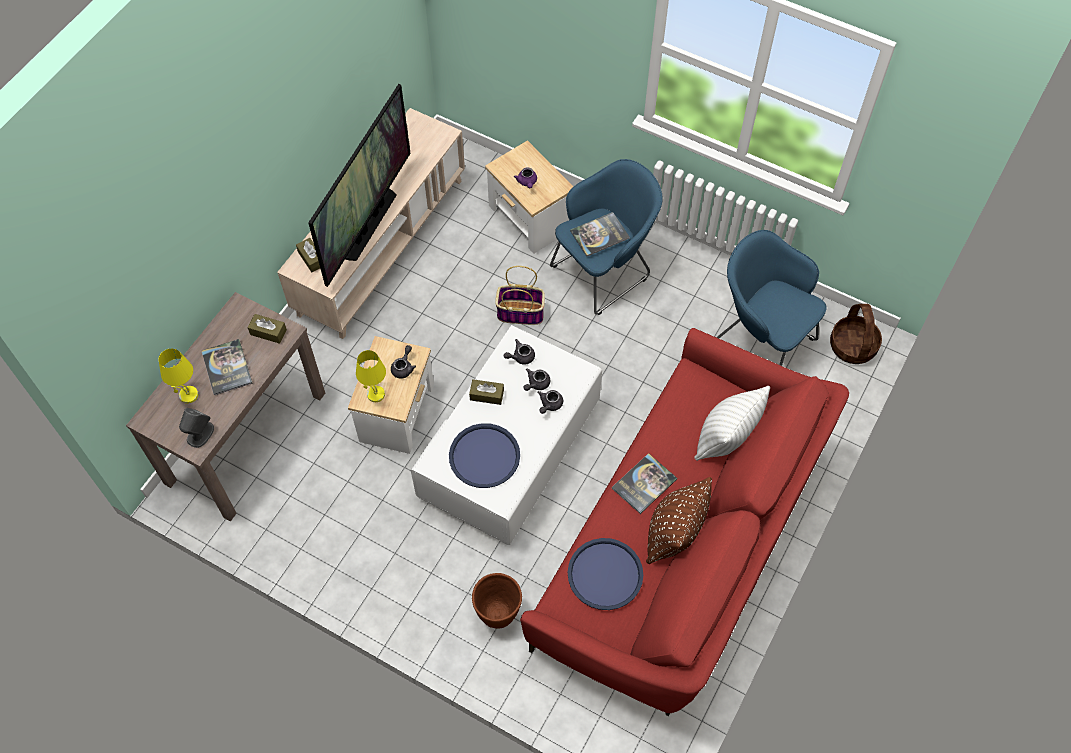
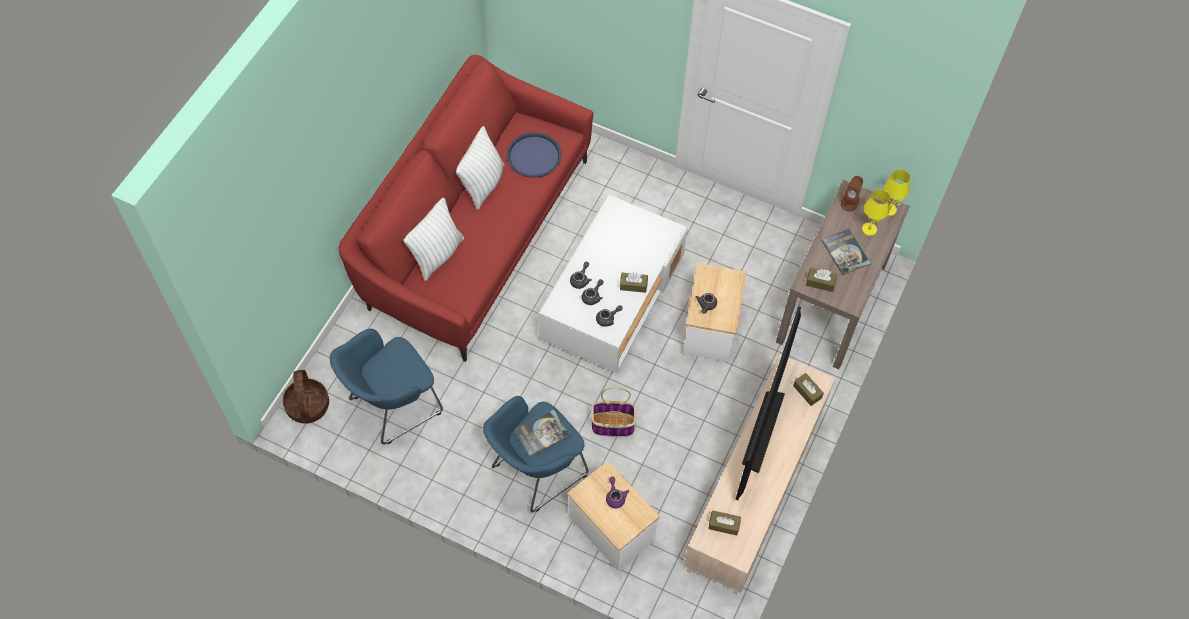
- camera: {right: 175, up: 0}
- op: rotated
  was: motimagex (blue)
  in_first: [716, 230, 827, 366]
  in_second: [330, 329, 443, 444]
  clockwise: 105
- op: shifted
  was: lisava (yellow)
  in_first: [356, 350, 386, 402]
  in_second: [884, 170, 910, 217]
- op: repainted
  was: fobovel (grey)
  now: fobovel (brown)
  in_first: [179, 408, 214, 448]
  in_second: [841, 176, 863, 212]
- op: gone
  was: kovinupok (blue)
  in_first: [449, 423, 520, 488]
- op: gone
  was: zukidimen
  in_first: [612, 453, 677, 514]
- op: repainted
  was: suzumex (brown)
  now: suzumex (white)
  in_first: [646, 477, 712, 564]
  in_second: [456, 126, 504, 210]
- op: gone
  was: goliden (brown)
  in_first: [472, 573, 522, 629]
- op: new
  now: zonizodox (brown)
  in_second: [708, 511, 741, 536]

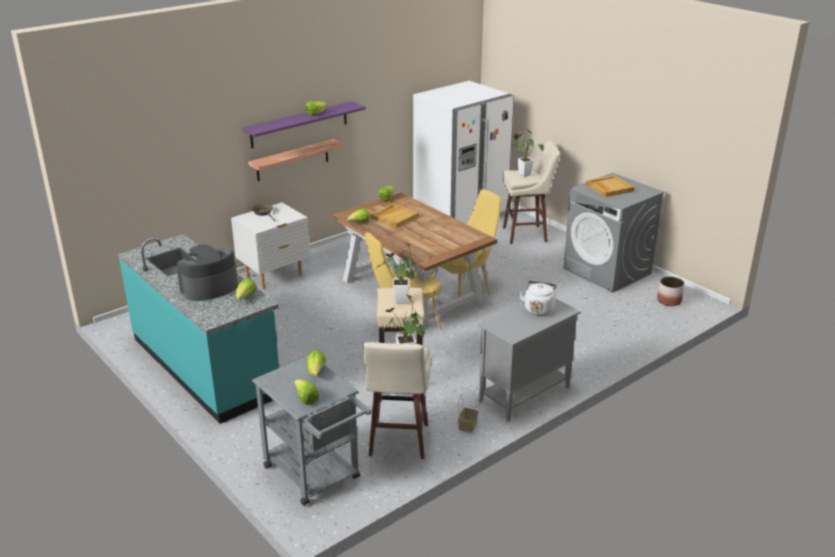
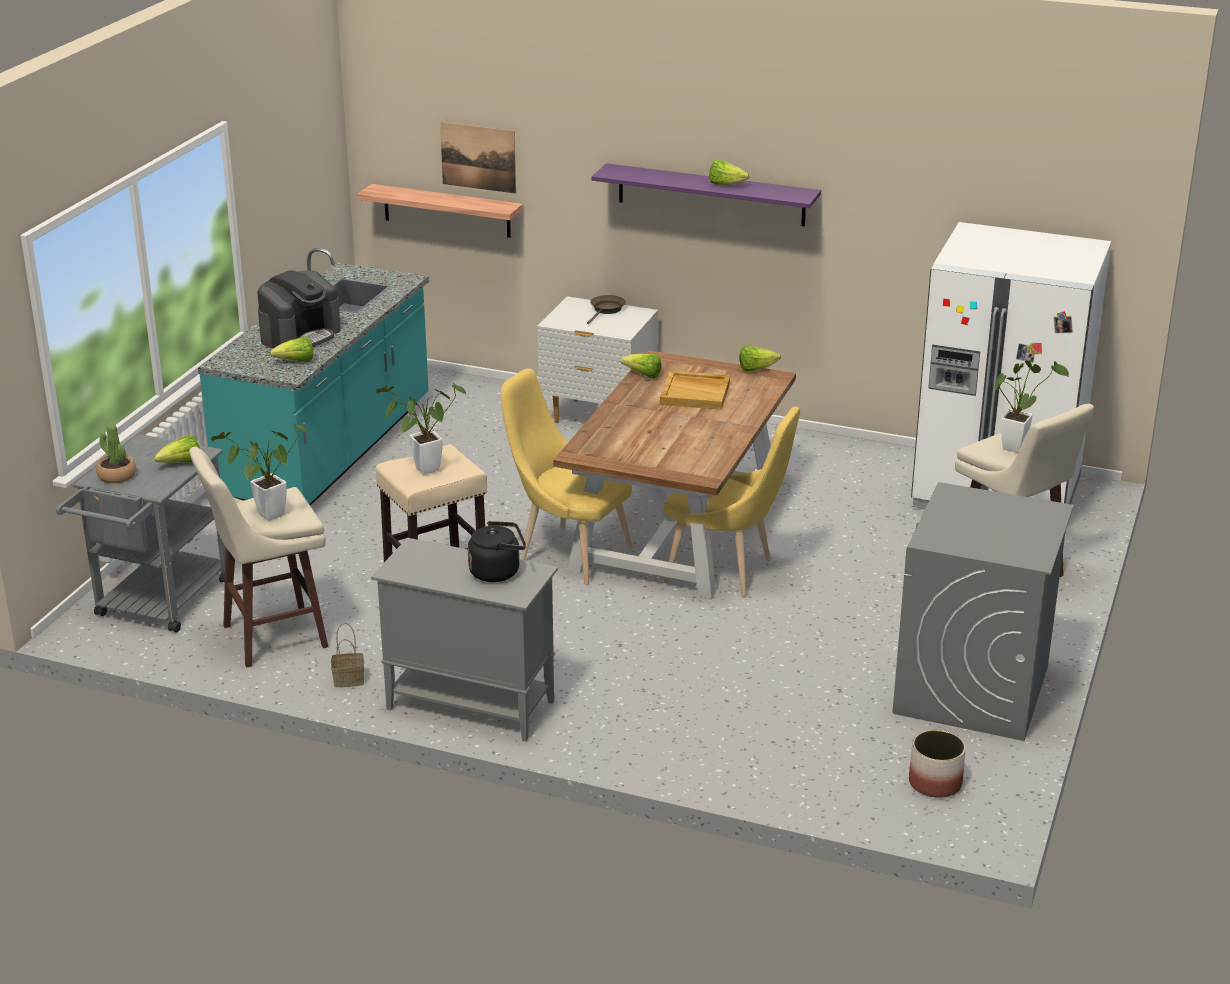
- camera: {right: 60, up: 0}
- op: shifted
  was: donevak
  in_first: [248, 139, 344, 181]
  in_second: [357, 184, 523, 238]
- op: gone
  was: kovinupok (beige)
  in_first: [586, 175, 635, 197]
- op: rotated
  was: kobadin
  in_first: [177, 244, 238, 301]
  in_second: [257, 270, 341, 348]
  clockwise: 105
- op: repainted
  was: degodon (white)
  now: degodon (black)
  in_first: [519, 281, 557, 316]
  in_second: [468, 521, 526, 582]
- op: swapped
  was: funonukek
  now: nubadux
  in_first: [294, 380, 319, 405]
  in_second: [96, 424, 136, 483]
- op: new
  now: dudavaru
  in_second: [440, 122, 516, 194]

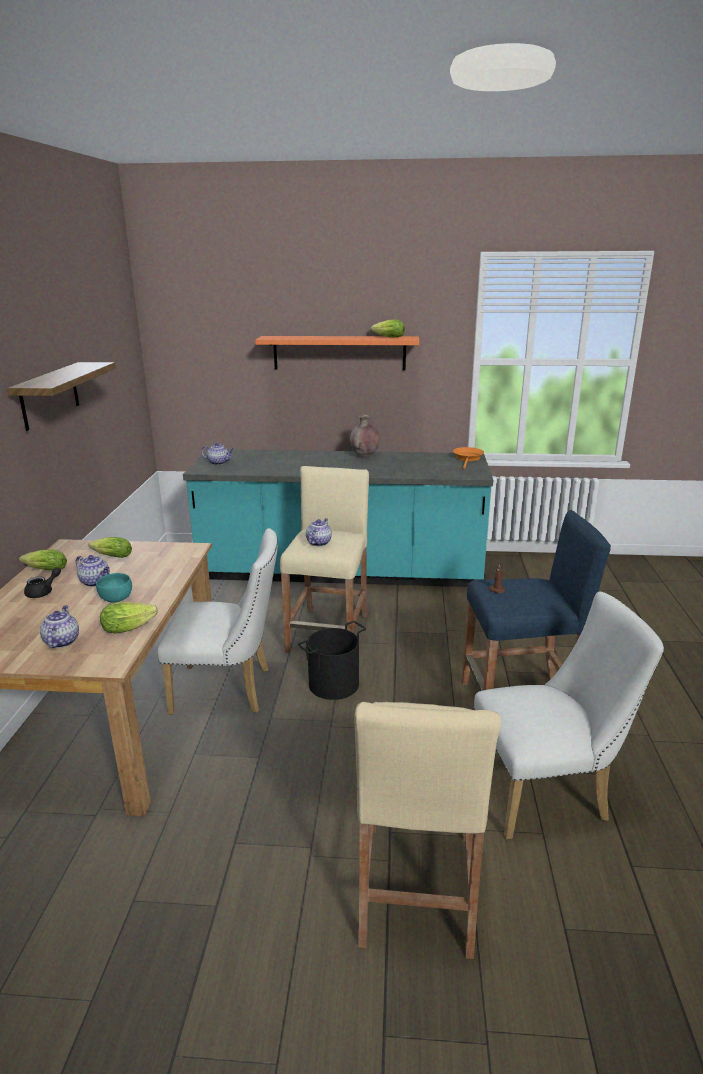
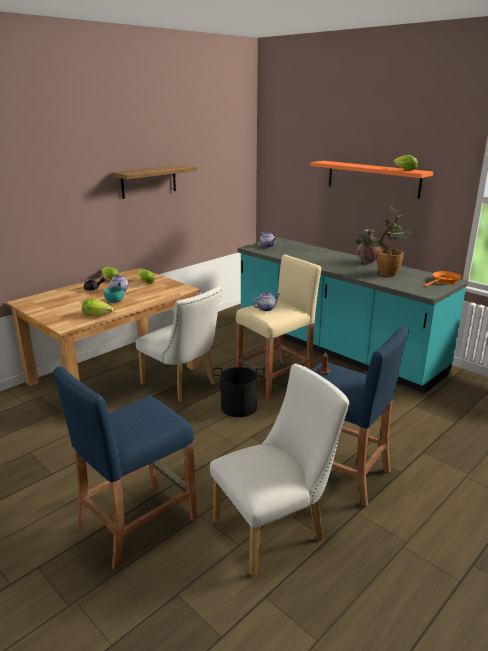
- camera: {right: 40, up: 0}
- op: rotated
  was: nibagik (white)
  in_first: [474, 591, 664, 839]
  in_second: [210, 364, 349, 576]
  clockwise: -60
- op: gone
  was: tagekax
  in_first: [40, 605, 79, 648]
- op: repainted
  was: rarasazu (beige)
  now: rarasazu (blue)
  in_first: [354, 702, 501, 959]
  in_second: [53, 366, 197, 570]
- op: new
  now: nubadux
  in_second: [355, 203, 411, 276]

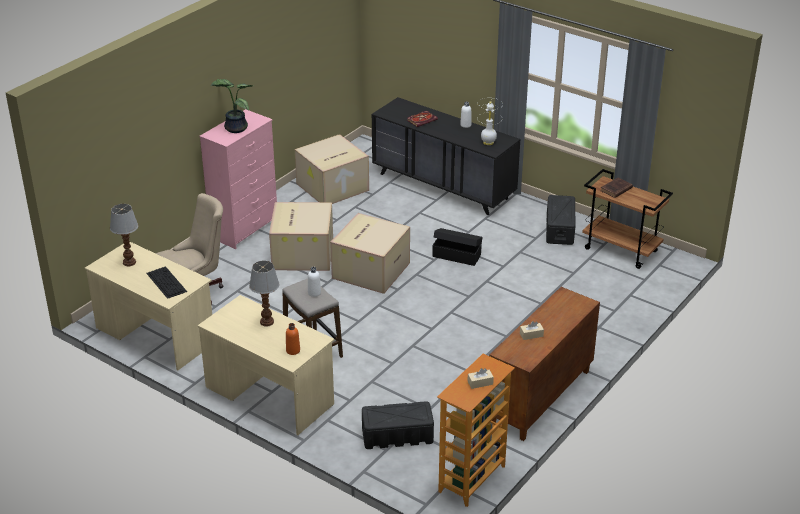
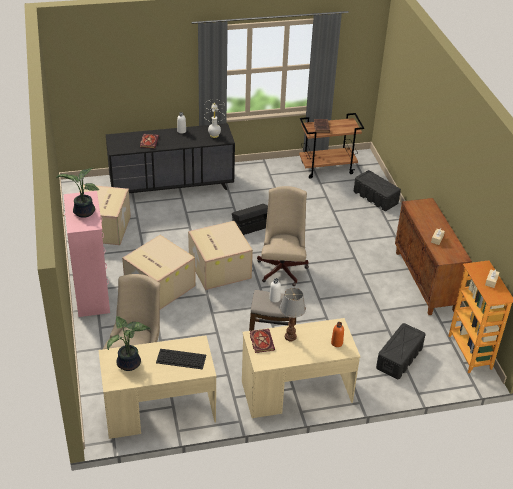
- camera: {right: -50, up: 5}
- op: shifted
  was: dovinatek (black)
  in_first: [546, 195, 576, 245]
  in_second: [354, 170, 401, 211]
- op: swapped
  was: lisava
  now: nubadux
  in_first: [110, 204, 138, 266]
  in_second: [107, 316, 151, 371]
- op: new
  now: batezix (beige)
  in_second: [257, 186, 309, 286]
- op: new
  now: zukidimen
  in_second: [250, 329, 275, 353]

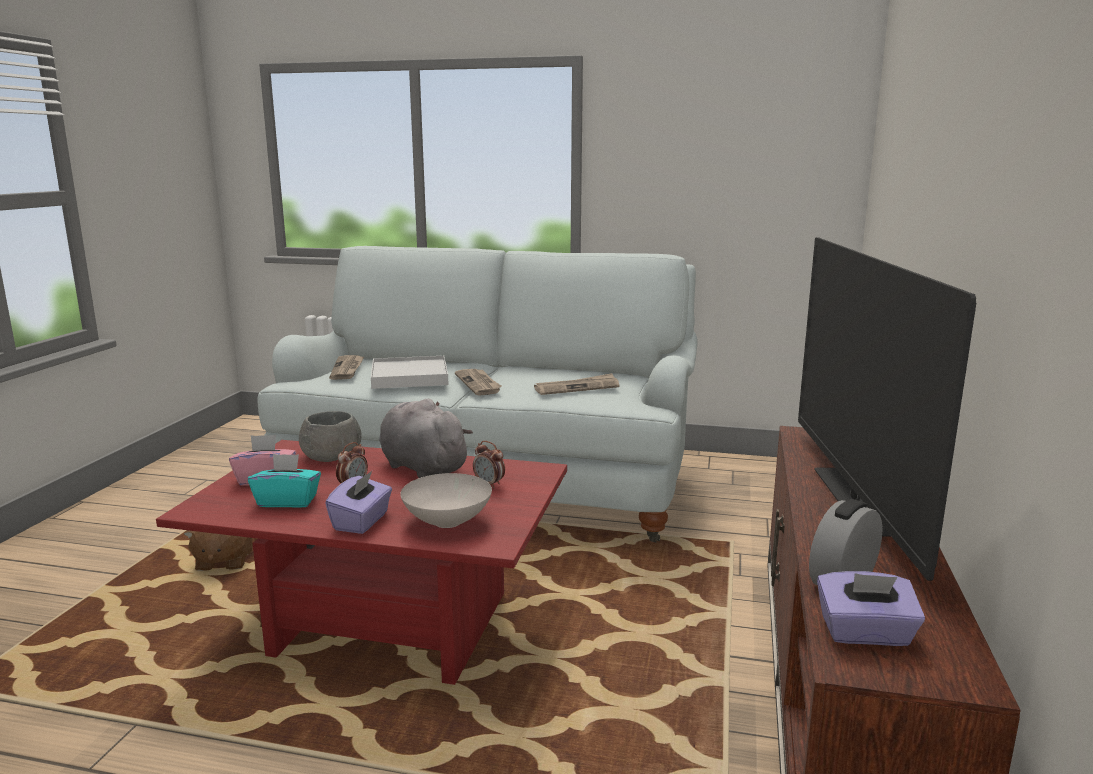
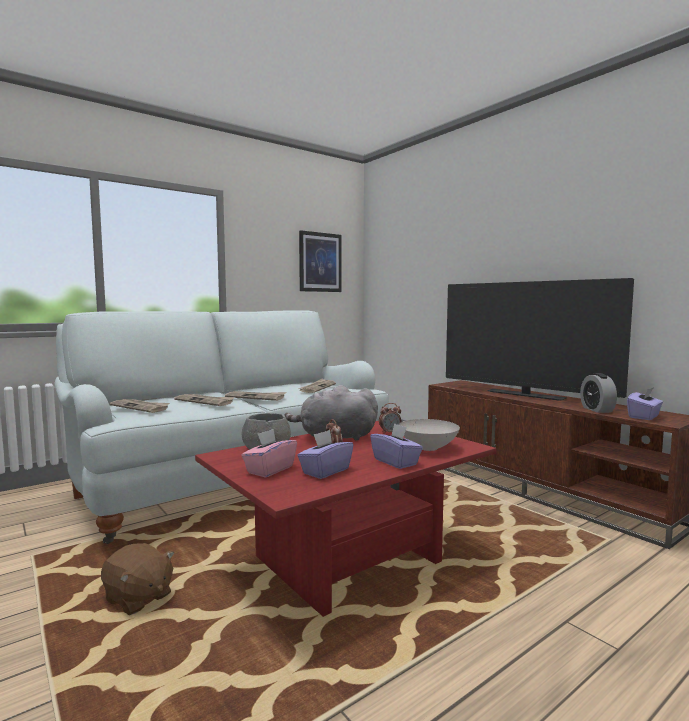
- camera: {right: -50, up: -10}
- op: swapped
  was: kovinupok (white)
  now: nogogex
  in_first: [371, 356, 449, 389]
  in_second: [174, 394, 235, 406]
- op: repainted
  was: zonizodox (turquoise)
  now: zonizodox (purple)
  in_first: [248, 454, 321, 508]
  in_second: [297, 430, 353, 479]
- op: new
  now: dudavaru
  in_second: [299, 230, 342, 292]

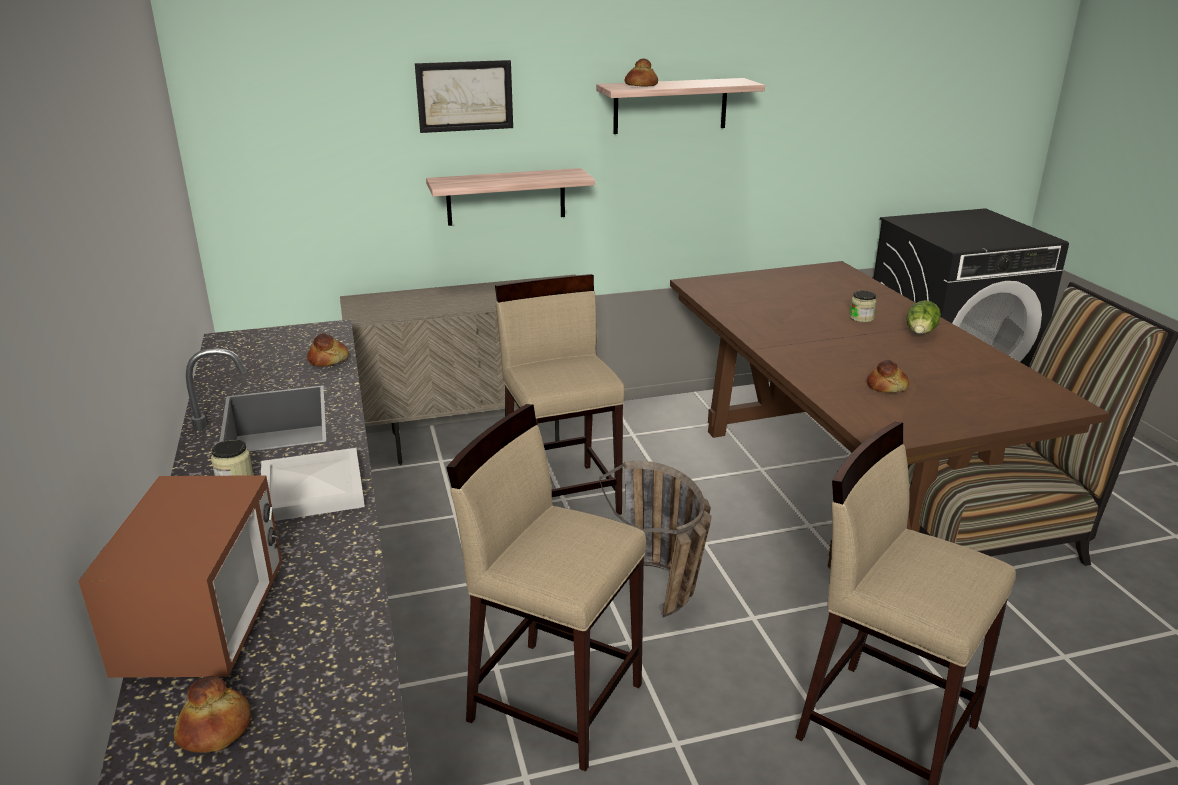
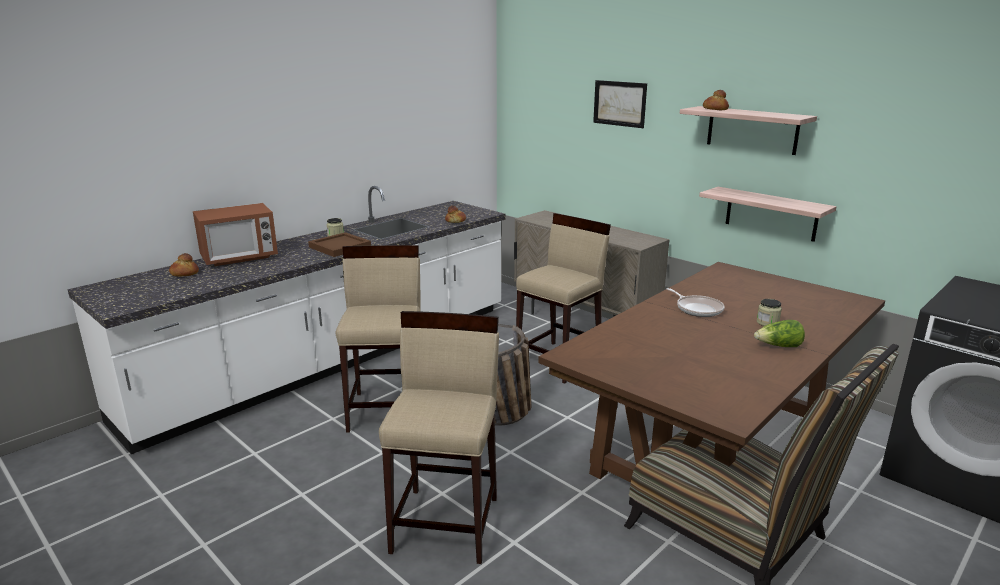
- camera: {right: 60, up: -5}
- op: shifted
  was: donevak
  in_first: [426, 168, 595, 226]
  in_second: [699, 187, 837, 242]
- op: gone
  was: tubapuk
  in_first: [867, 360, 909, 393]
- op: repainted
  was: kovinupok (white)
  now: kovinupok (brown)
  in_first: [261, 448, 365, 521]
  in_second: [308, 232, 371, 257]
- op: new
  now: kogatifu
  in_second: [667, 288, 724, 317]

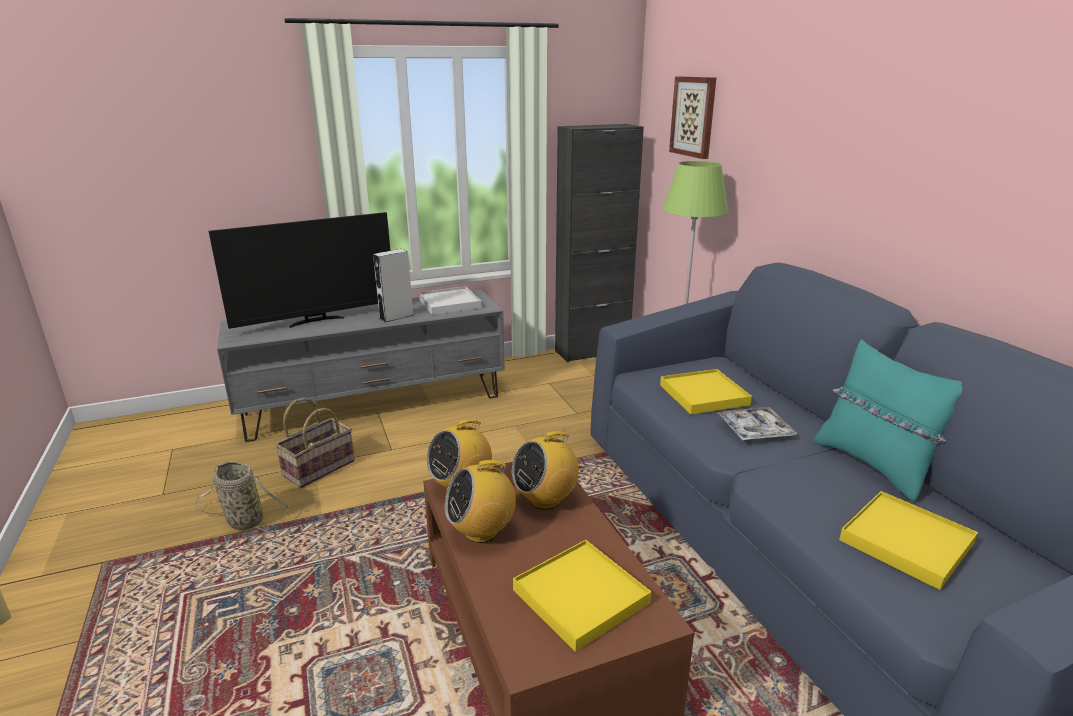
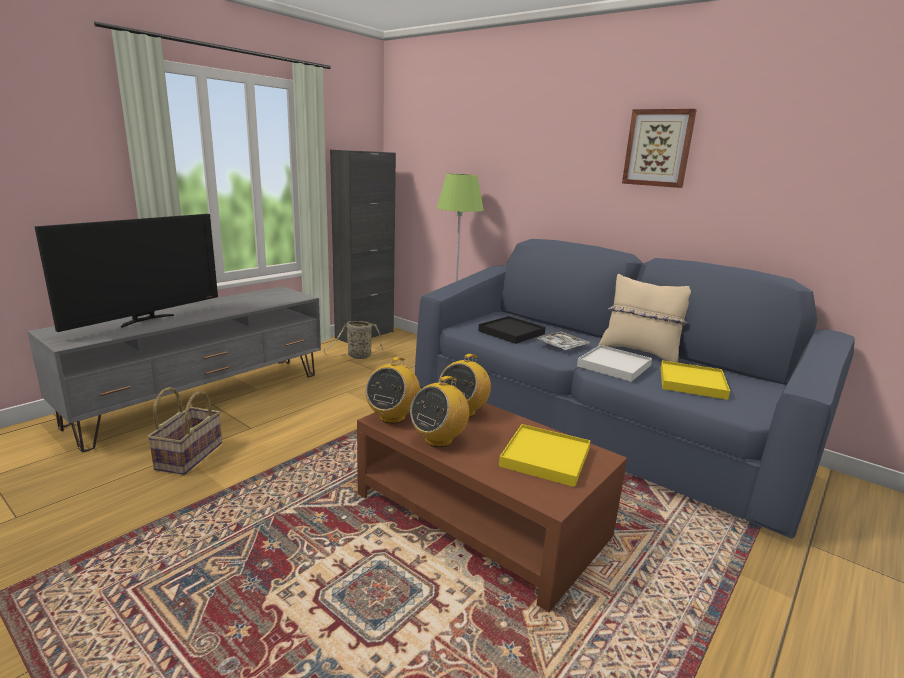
- camera: {right: -30, up: -5}
- op: shifted
  was: dudavaru
  in_first: [669, 76, 716, 159]
  in_second: [622, 109, 697, 188]
- op: gone
  was: fobovel (grey)
  in_first: [373, 249, 413, 323]
- op: shifted
  was: kovinupok (white)
  in_first: [419, 286, 481, 315]
  in_second: [577, 345, 652, 382]
- op: repainted
  was: suzumex (turquoise)
  now: suzumex (beige)
  in_first: [813, 339, 962, 502]
  in_second: [598, 274, 691, 363]
- op: repainted
  was: kovinupok (yellow)
  now: kovinupok (black)
  in_first: [660, 369, 752, 414]
  in_second: [478, 316, 545, 344]
- op: shifted
  was: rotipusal
  in_first: [196, 461, 289, 532]
  in_second: [323, 321, 385, 359]

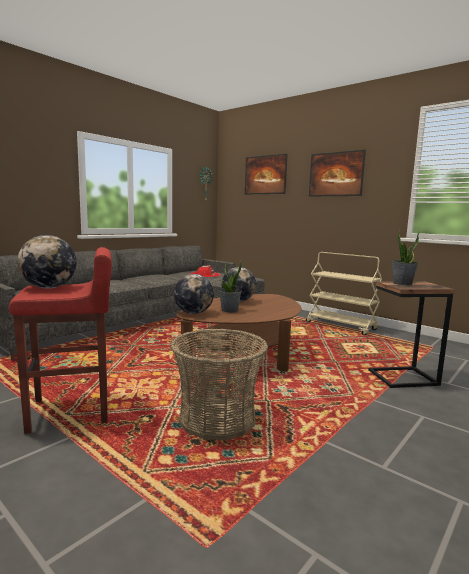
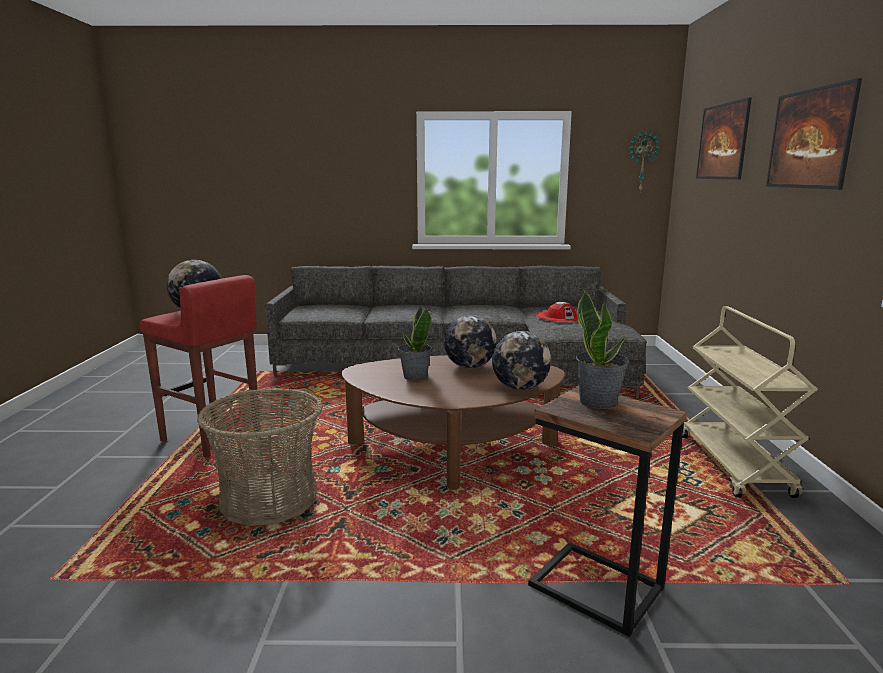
- camera: {right: 50, up: 5}
- op: shifted
  was: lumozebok
  in_first: [174, 274, 214, 314]
  in_second: [492, 331, 551, 390]

